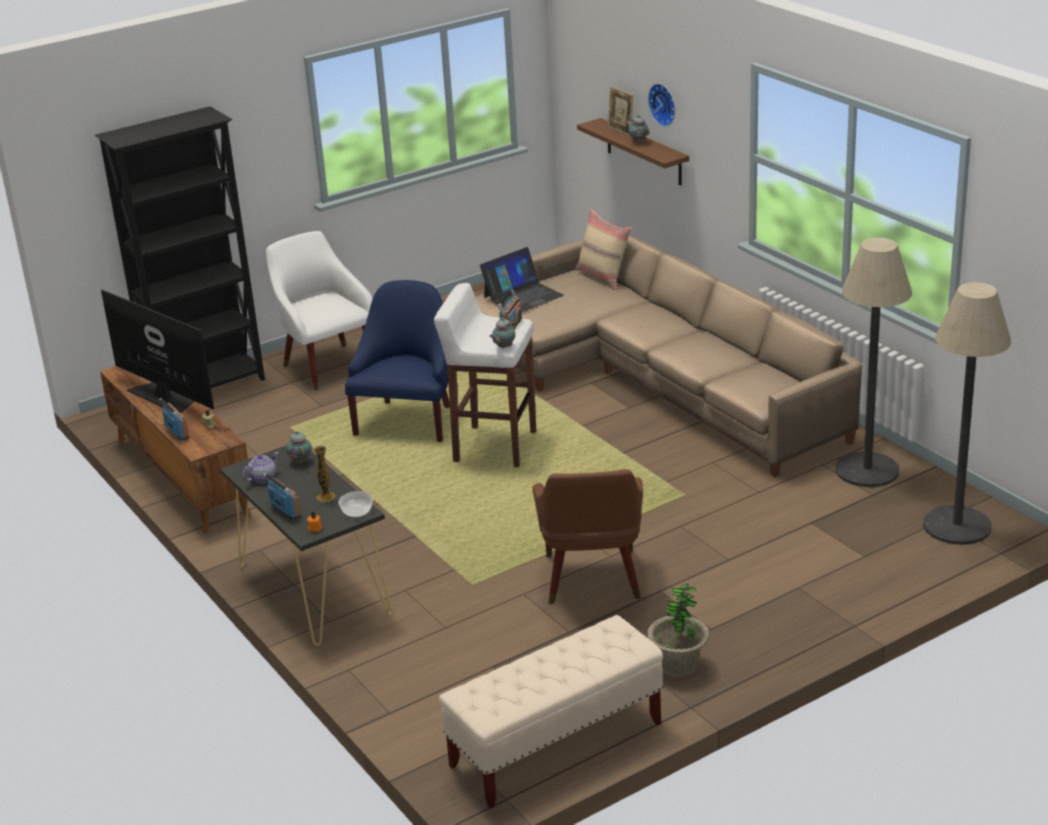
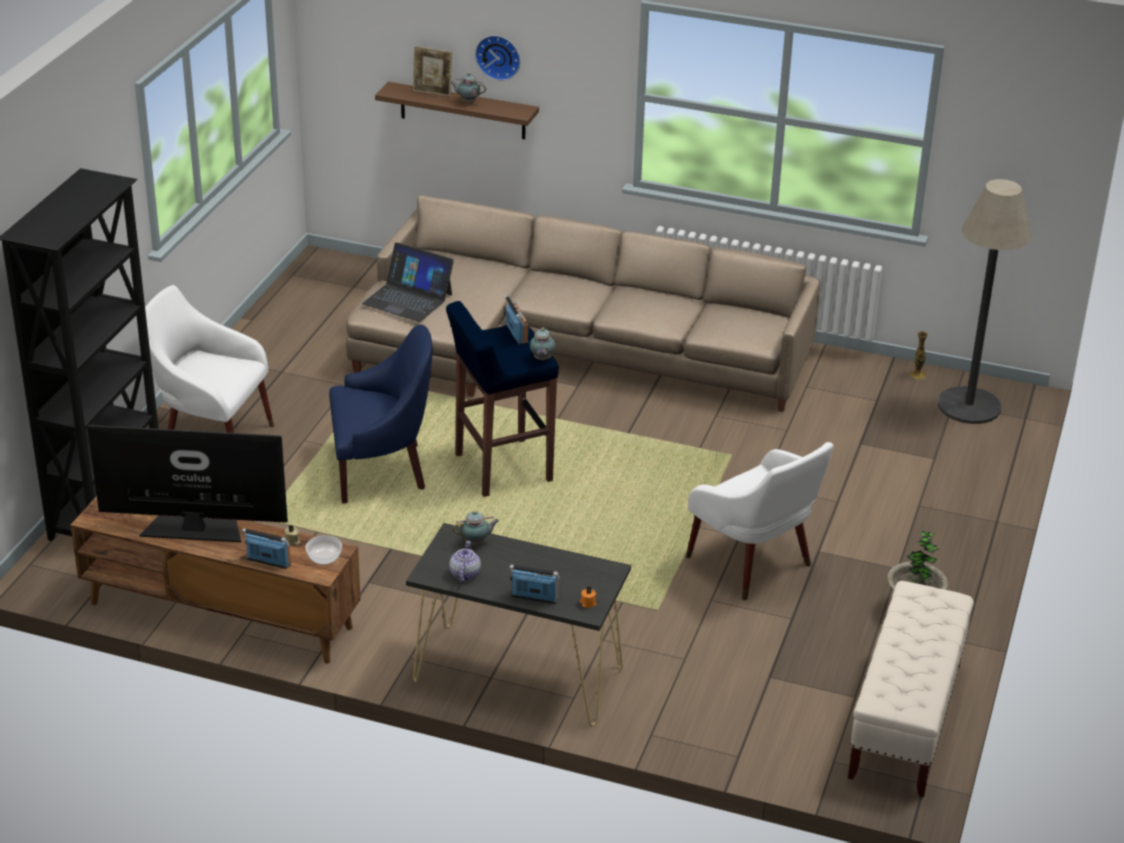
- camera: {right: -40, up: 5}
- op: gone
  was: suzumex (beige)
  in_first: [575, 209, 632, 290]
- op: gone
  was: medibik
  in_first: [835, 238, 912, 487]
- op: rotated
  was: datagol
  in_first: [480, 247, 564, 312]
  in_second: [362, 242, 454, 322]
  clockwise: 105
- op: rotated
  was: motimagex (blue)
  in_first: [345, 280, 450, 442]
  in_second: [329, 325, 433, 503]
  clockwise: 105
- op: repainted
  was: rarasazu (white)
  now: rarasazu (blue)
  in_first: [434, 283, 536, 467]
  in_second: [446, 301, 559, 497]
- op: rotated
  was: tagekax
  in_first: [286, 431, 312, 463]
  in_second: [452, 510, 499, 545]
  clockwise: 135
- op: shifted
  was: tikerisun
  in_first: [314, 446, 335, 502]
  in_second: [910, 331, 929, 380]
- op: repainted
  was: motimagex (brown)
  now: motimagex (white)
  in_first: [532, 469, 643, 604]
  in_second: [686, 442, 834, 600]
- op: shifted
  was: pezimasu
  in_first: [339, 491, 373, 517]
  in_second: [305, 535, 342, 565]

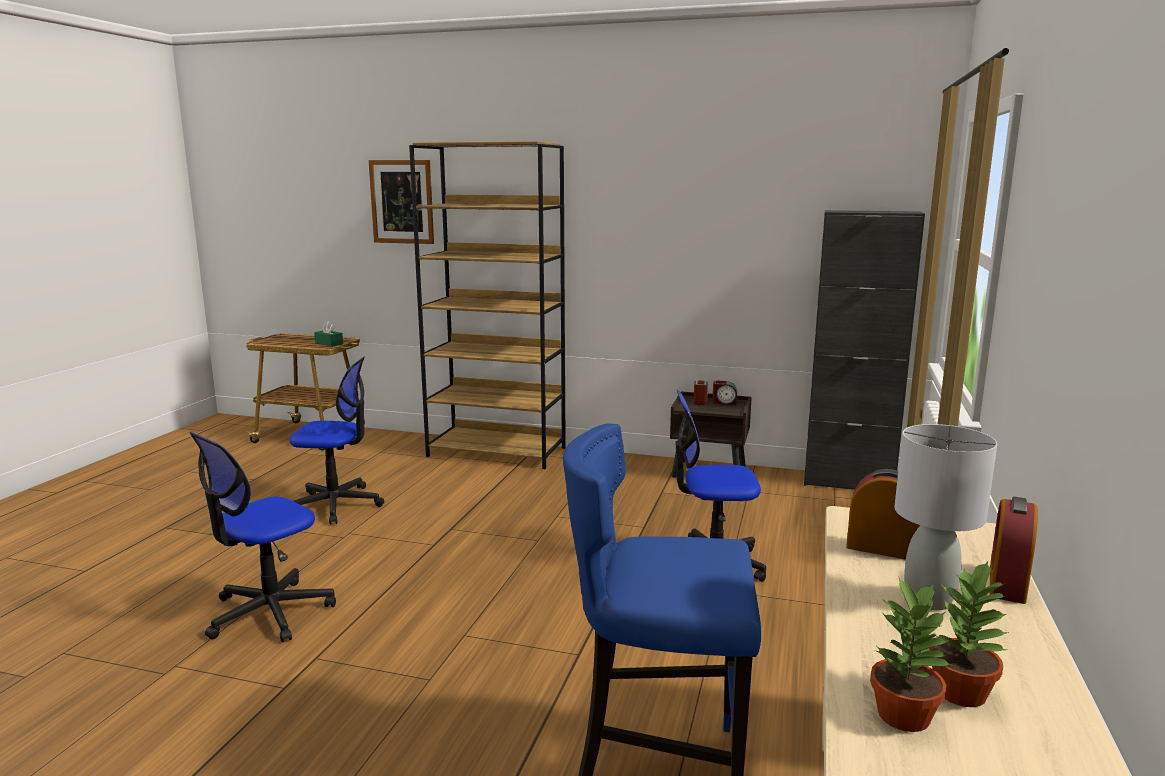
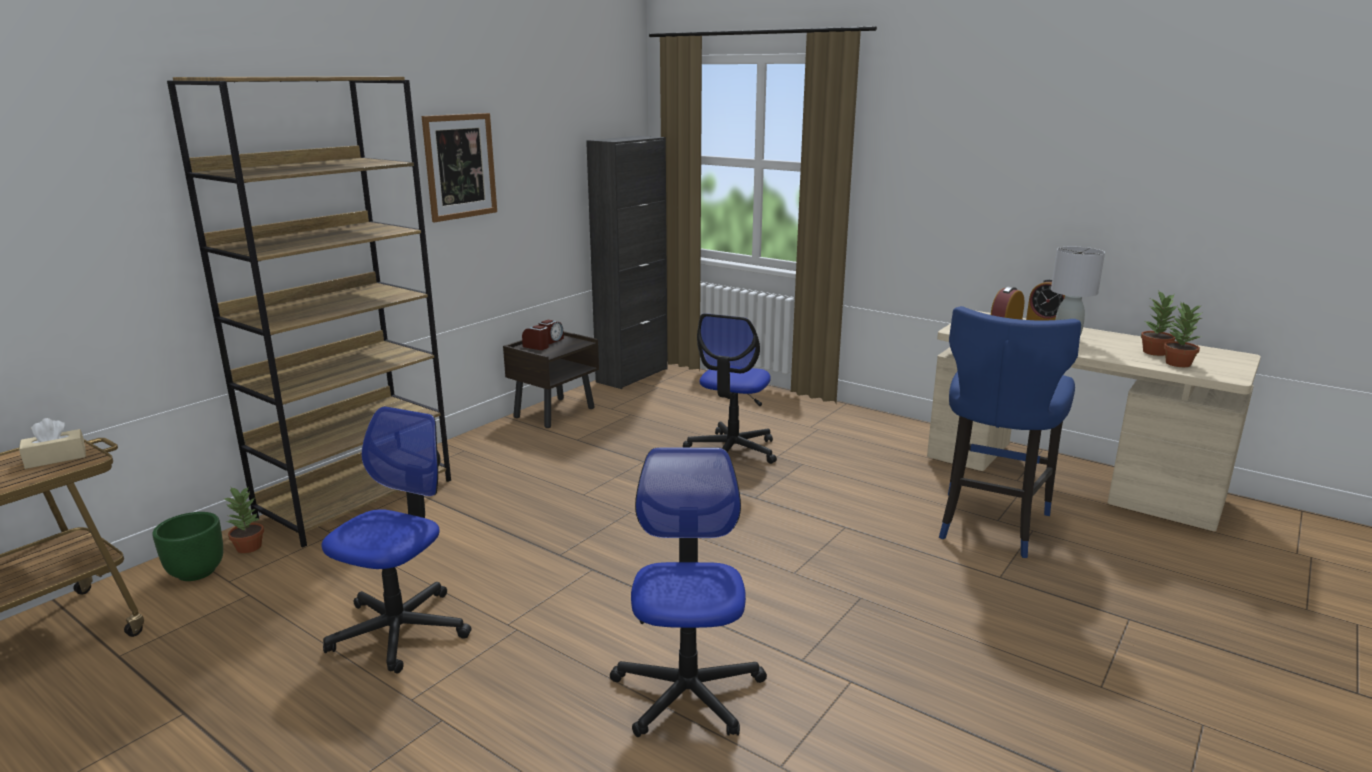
- camera: {right: -70, up: 5}
- op: shifted
  was: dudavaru
  in_first: [369, 160, 434, 244]
  in_second: [422, 113, 497, 222]
- op: repainted
  was: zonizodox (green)
  now: zonizodox (beige)
  in_first: [314, 321, 343, 347]
  in_second: [19, 418, 86, 469]
- op: rotated
  was: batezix
  in_first: [189, 432, 336, 642]
  in_second: [610, 447, 767, 737]
  clockwise: -150
- op: new
  now: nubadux
  in_second: [223, 487, 264, 553]
- op: new
  now: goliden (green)
  in_second: [152, 512, 223, 581]

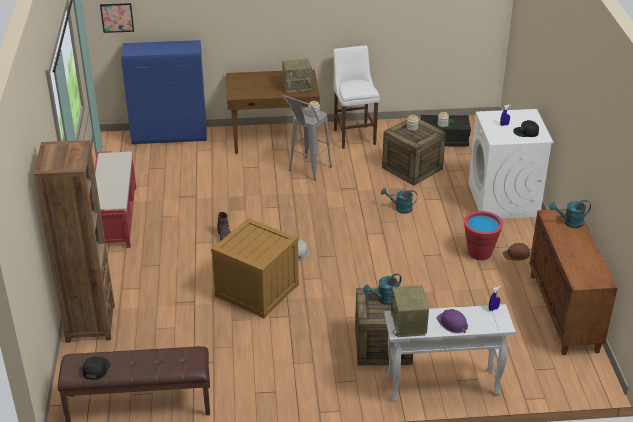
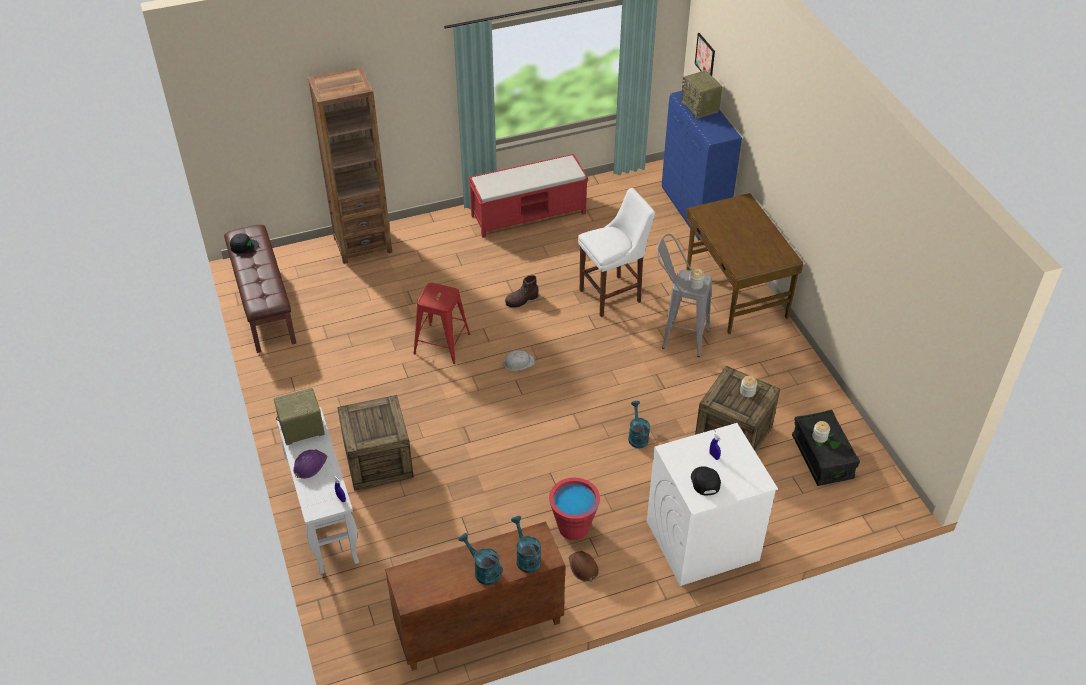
- camera: {right: 75, up: 10}
- op: shifted
  was: rarasazu (white)
  in_first: [333, 45, 380, 149]
  in_second: [578, 188, 655, 317]
- op: shifted
  was: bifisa
  in_first: [282, 59, 314, 93]
  in_second: [681, 70, 722, 119]
- op: swapped
  was: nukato
  now: rarasazu (red)
  in_first: [211, 217, 299, 318]
  in_second: [413, 283, 470, 364]
- op: shifted
  was: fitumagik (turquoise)
  in_first: [363, 273, 401, 305]
  in_second: [458, 533, 503, 585]

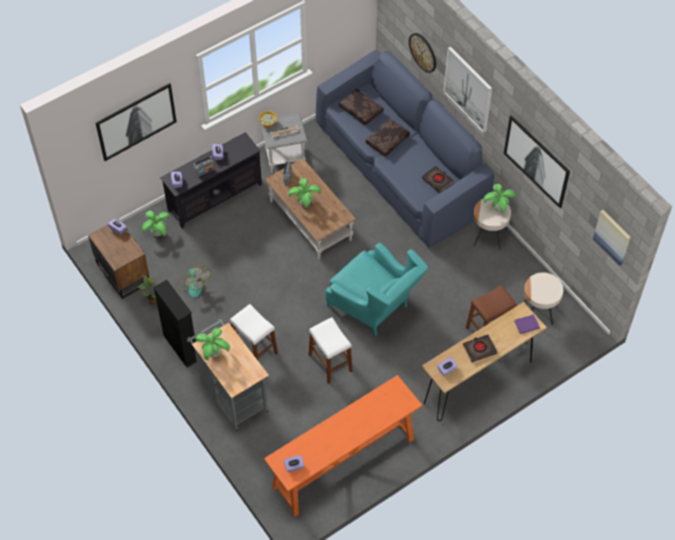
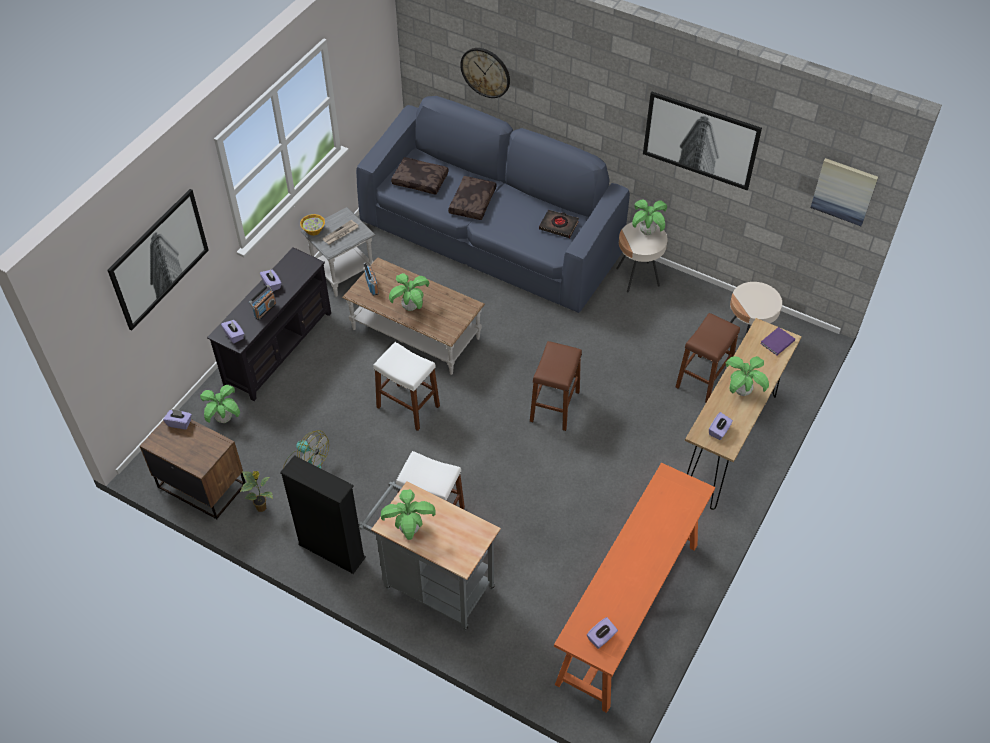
- camera: {right: -25, up: -5}
- op: gone
  was: dudavaru
  in_first: [443, 47, 492, 133]
- op: swapped
  was: motimagex (turquoise)
  now: rarasazu (brown)
  in_first: [325, 243, 428, 336]
  in_second: [530, 341, 582, 431]
- op: shifted
  was: rarasazu (white)
  in_first: [309, 318, 353, 384]
  in_second: [373, 342, 440, 431]
- op: swapped
  was: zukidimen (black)
  now: nubadux
  in_first: [463, 334, 497, 362]
  in_second: [726, 356, 769, 396]

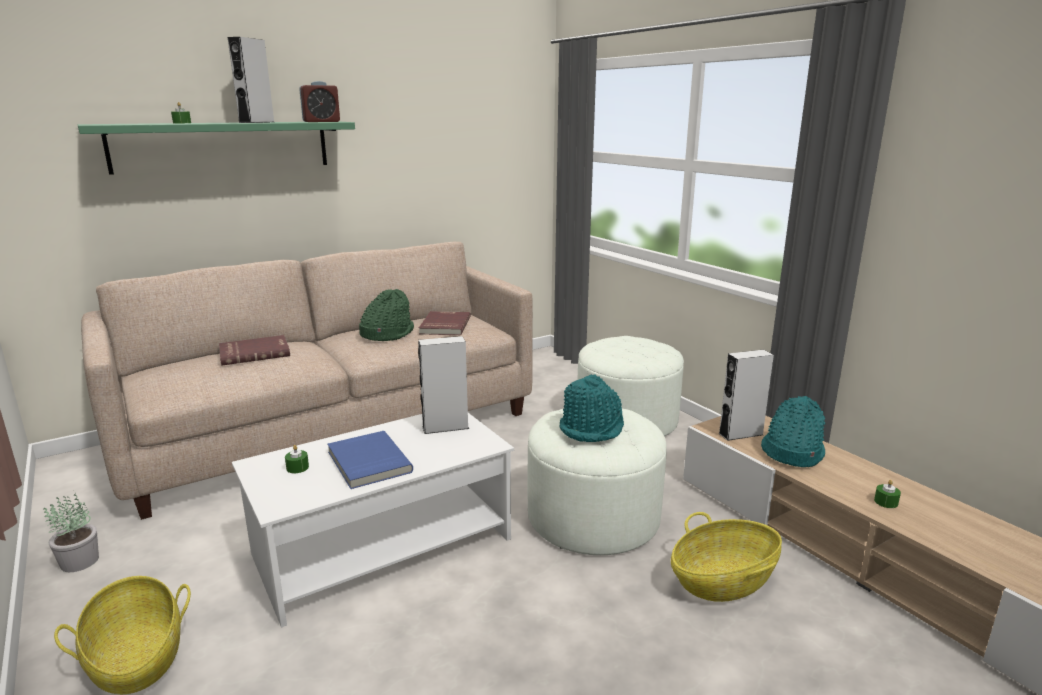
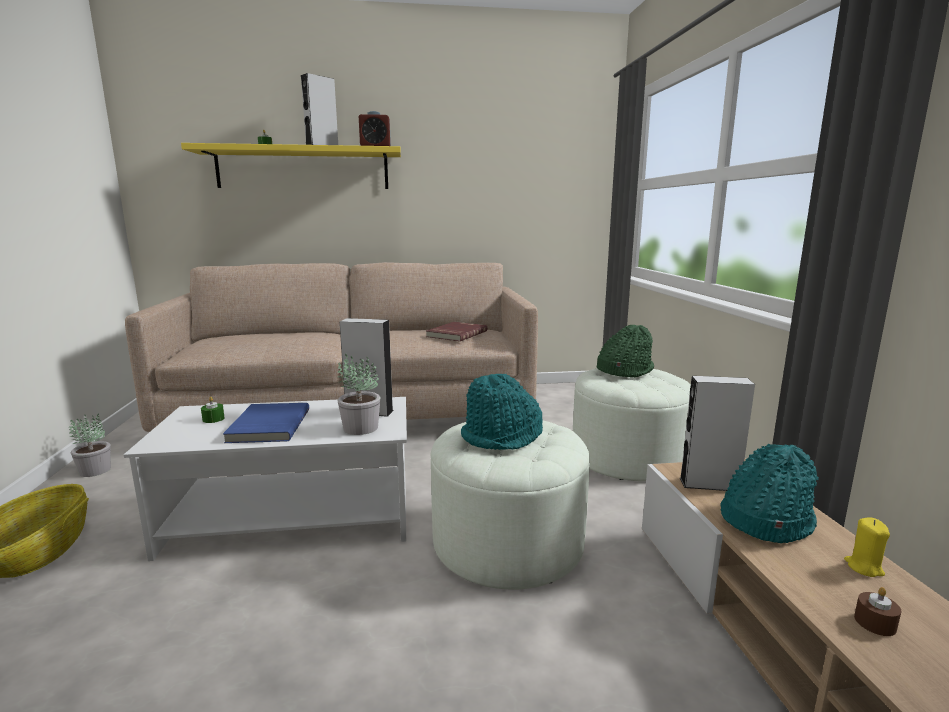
- camera: {right: 25, up: -5}
- op: repainted
  was: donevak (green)
  now: donevak (yellow)
  in_first: [78, 121, 355, 175]
  in_second: [181, 143, 401, 189]
- op: shifted
  was: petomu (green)
  in_first: [359, 289, 414, 341]
  in_second: [597, 325, 654, 377]
- op: gone
  was: zukidimen (red)
  in_first: [219, 335, 290, 366]
- op: repainted
  was: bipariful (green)
  now: bipariful (brown)
  in_first: [874, 480, 901, 508]
  in_second: [854, 587, 902, 636]
- op: gone
  was: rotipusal
  in_first: [671, 512, 782, 602]
- op: new
  now: nubadux
  in_second: [337, 354, 381, 435]
- op: new
  now: bipariful (yellow)
  in_second: [844, 517, 890, 577]

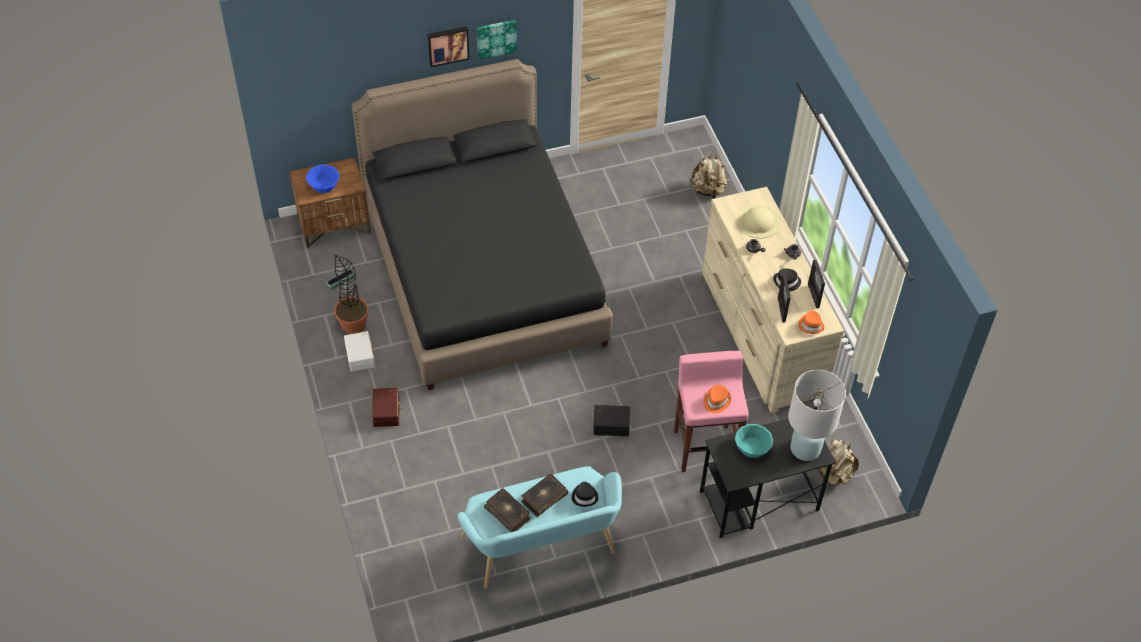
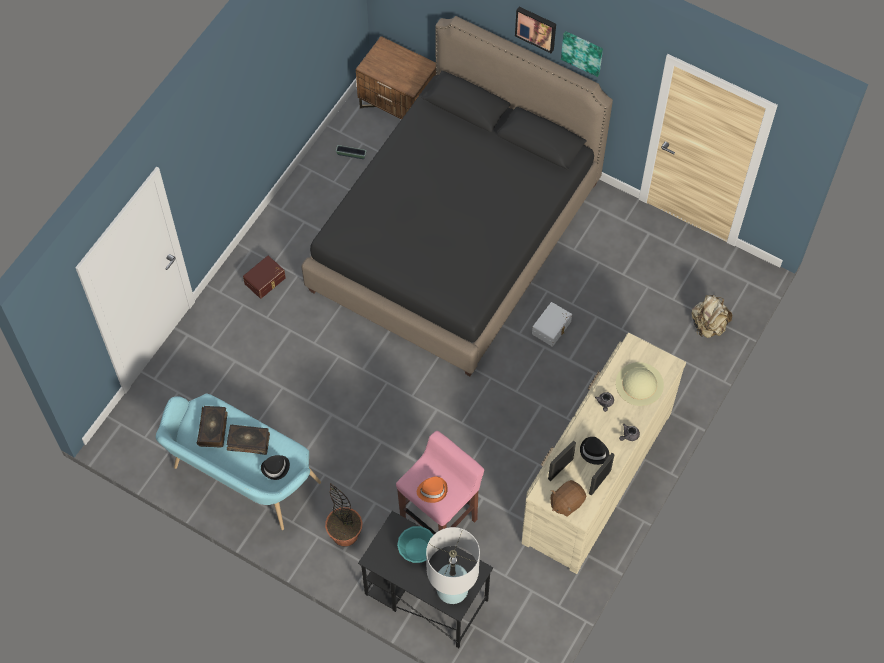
- camera: {right: 50, up: 10}
- op: gone
  was: pezimasu (blue)
  in_first: [306, 165, 340, 193]
- op: shifted
  was: nubadux
  in_first: [334, 254, 369, 334]
  in_second: [325, 483, 362, 546]
- op: swapped
  was: petomu (orange)
  now: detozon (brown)
  in_first: [798, 311, 824, 334]
  in_second: [551, 480, 586, 517]
- op: shifted
  was: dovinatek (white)
  in_first: [344, 331, 375, 372]
  in_second: [532, 302, 572, 347]
- op: gone
  was: dovinatek (black)
  in_first: [593, 405, 630, 436]
- op: gone
  was: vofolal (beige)
  in_first: [818, 439, 859, 485]

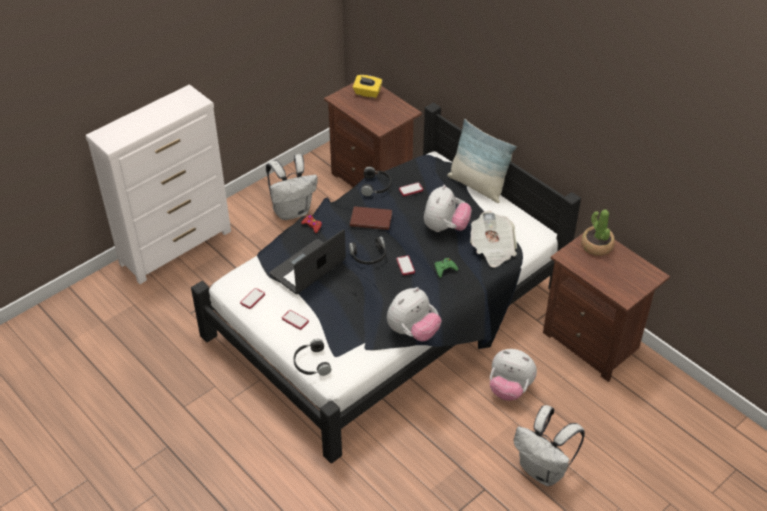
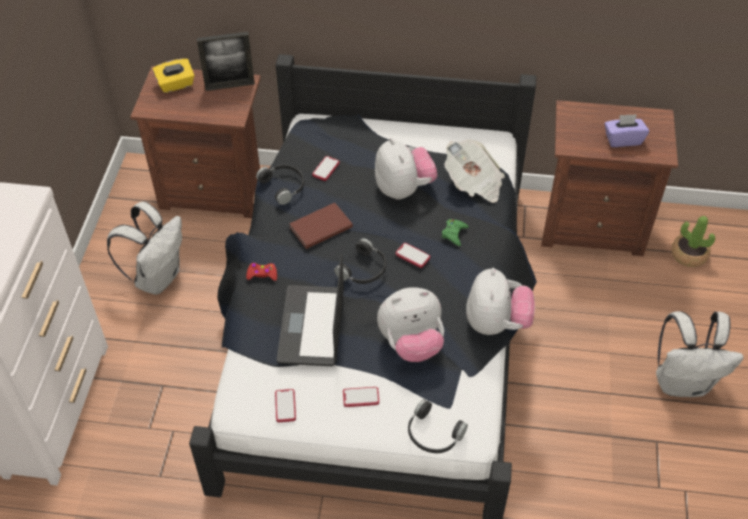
- camera: {right: -40, up: 5}
- op: gone
  was: suzumex
  in_first: [447, 119, 517, 203]
- op: shifted
  was: nubadux
  in_first: [581, 209, 615, 256]
  in_second: [672, 216, 715, 267]
- op: shifted
  was: detozon
  in_first: [490, 349, 537, 401]
  in_second: [377, 287, 444, 362]
- op: new
  now: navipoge
  in_second: [197, 32, 255, 91]
- op: new
  now: zonizodox (purple)
  in_second: [605, 114, 649, 147]

